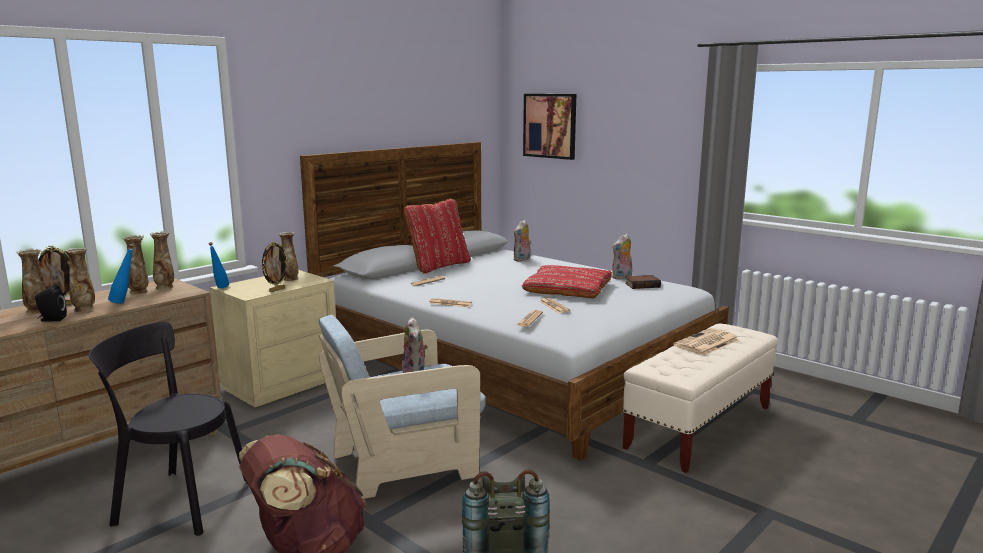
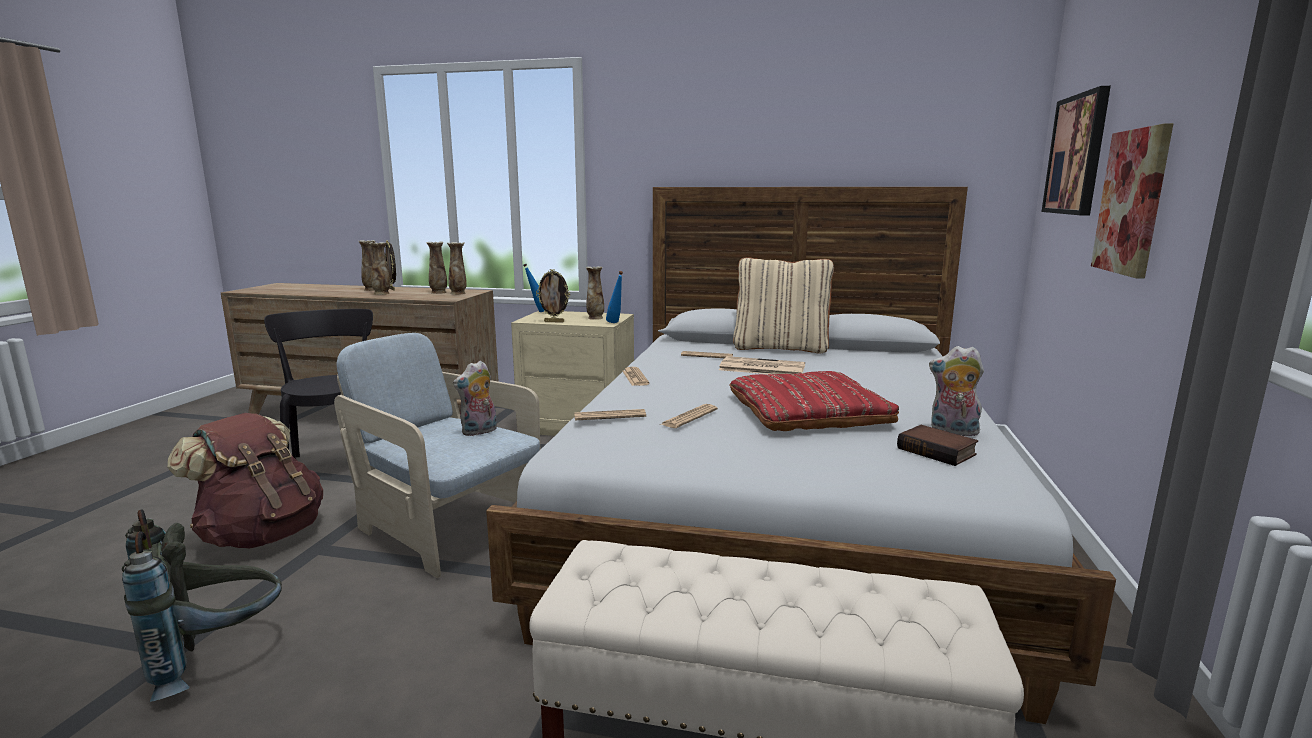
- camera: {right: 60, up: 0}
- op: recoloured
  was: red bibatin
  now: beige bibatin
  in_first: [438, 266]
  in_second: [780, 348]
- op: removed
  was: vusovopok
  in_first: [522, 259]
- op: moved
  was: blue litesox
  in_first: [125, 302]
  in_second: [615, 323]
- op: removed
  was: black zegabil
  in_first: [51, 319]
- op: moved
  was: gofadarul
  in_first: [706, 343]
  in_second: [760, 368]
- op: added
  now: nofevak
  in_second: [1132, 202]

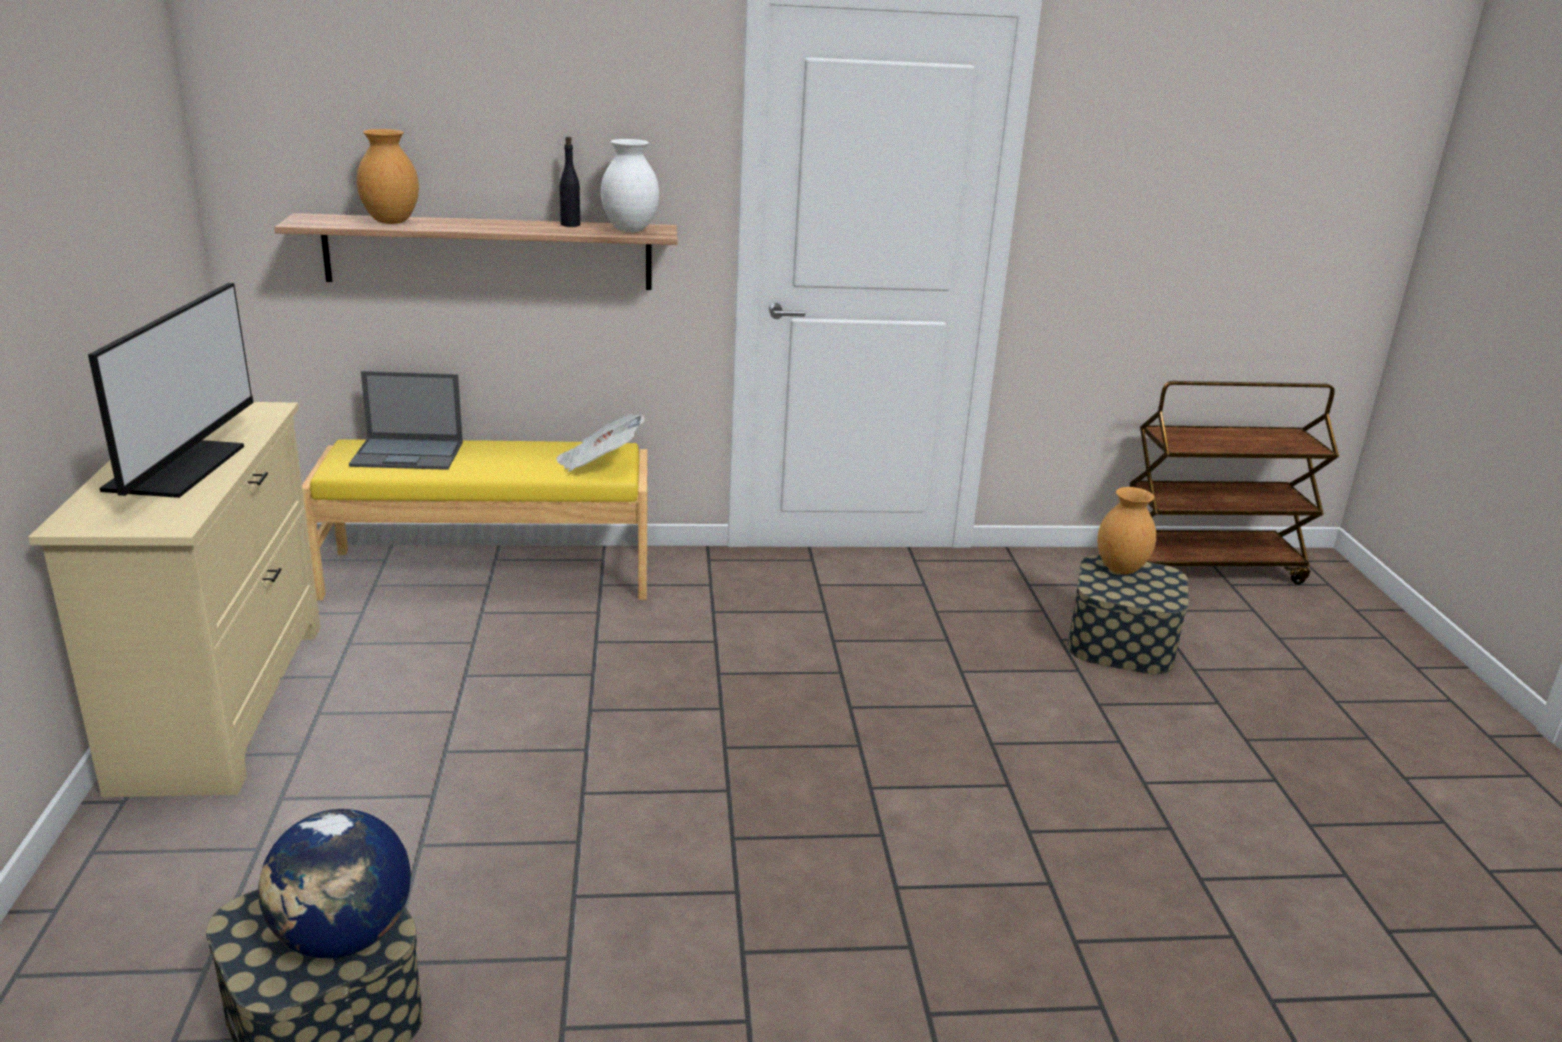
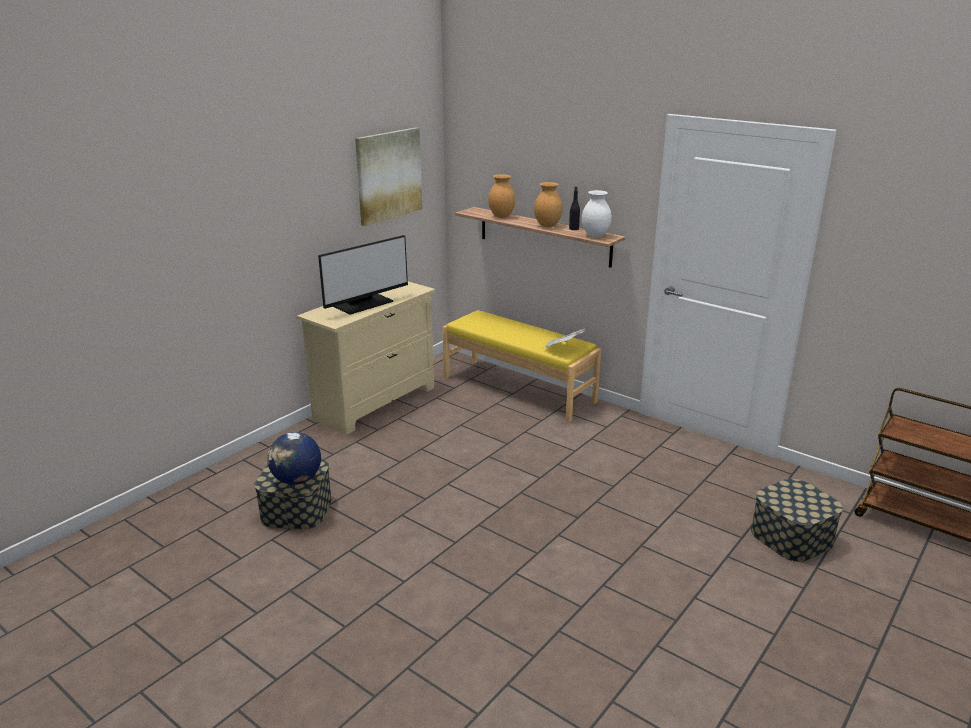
- camera: {right: 45, up: 0}
- op: removed
  was: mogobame
  in_first: [409, 454]
- op: moved
  was: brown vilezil
  in_first: [1119, 569]
  in_second: [547, 225]
- op: added
  now: nofevak
  in_second: [388, 175]

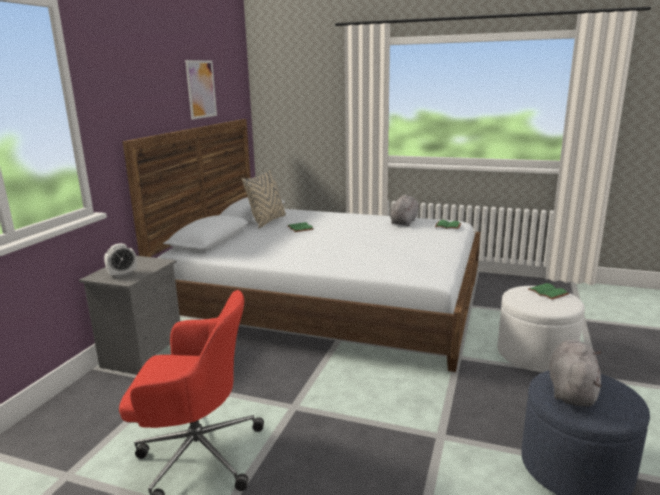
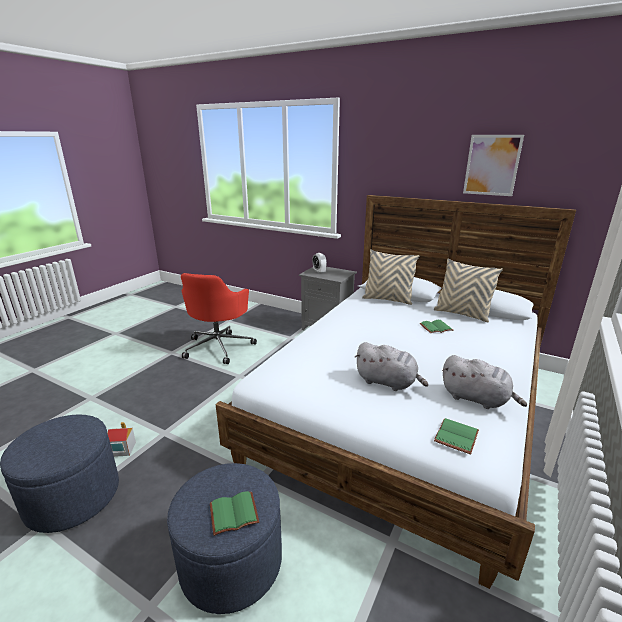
- camera: {right: 100, up: 5}
- op: recoloured
  was: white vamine
  now: blue vamine
  in_first: [535, 354]
  in_second: [231, 561]
- op: moved
  was: grey vusovopok
  in_first: [571, 390]
  in_second: [388, 382]
- op: added
  now: beige bibatin
  in_second: [387, 299]
- op: added
  now: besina
  in_second: [122, 449]

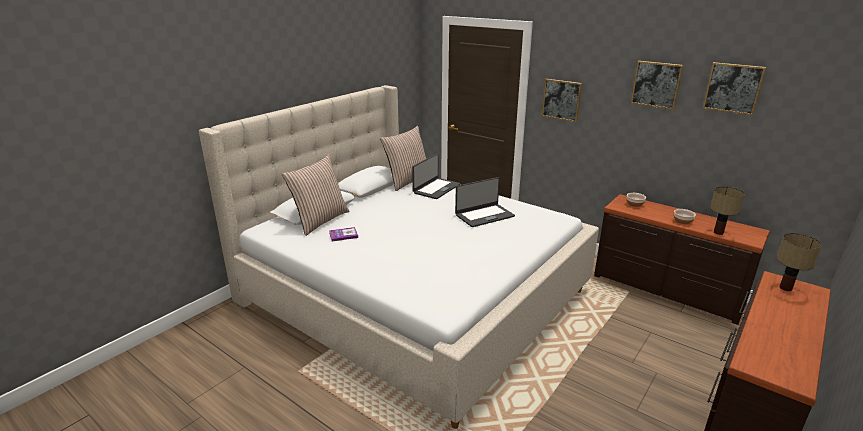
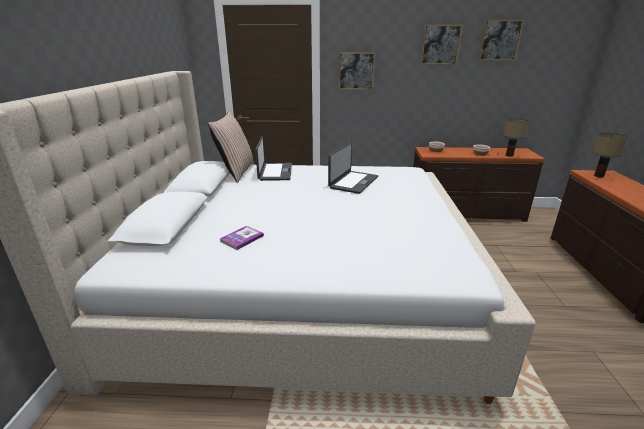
- camera: {right: -35, up: 0}
- op: removed
  was: bibatin
  in_first: [320, 220]

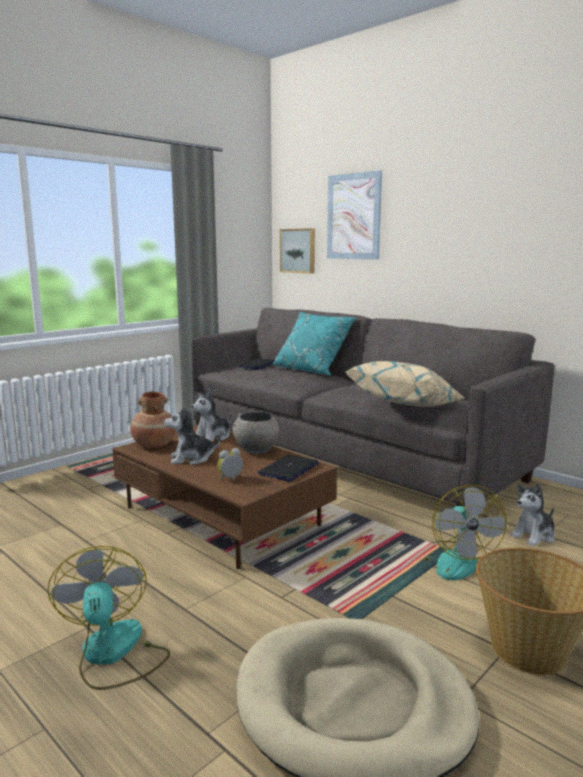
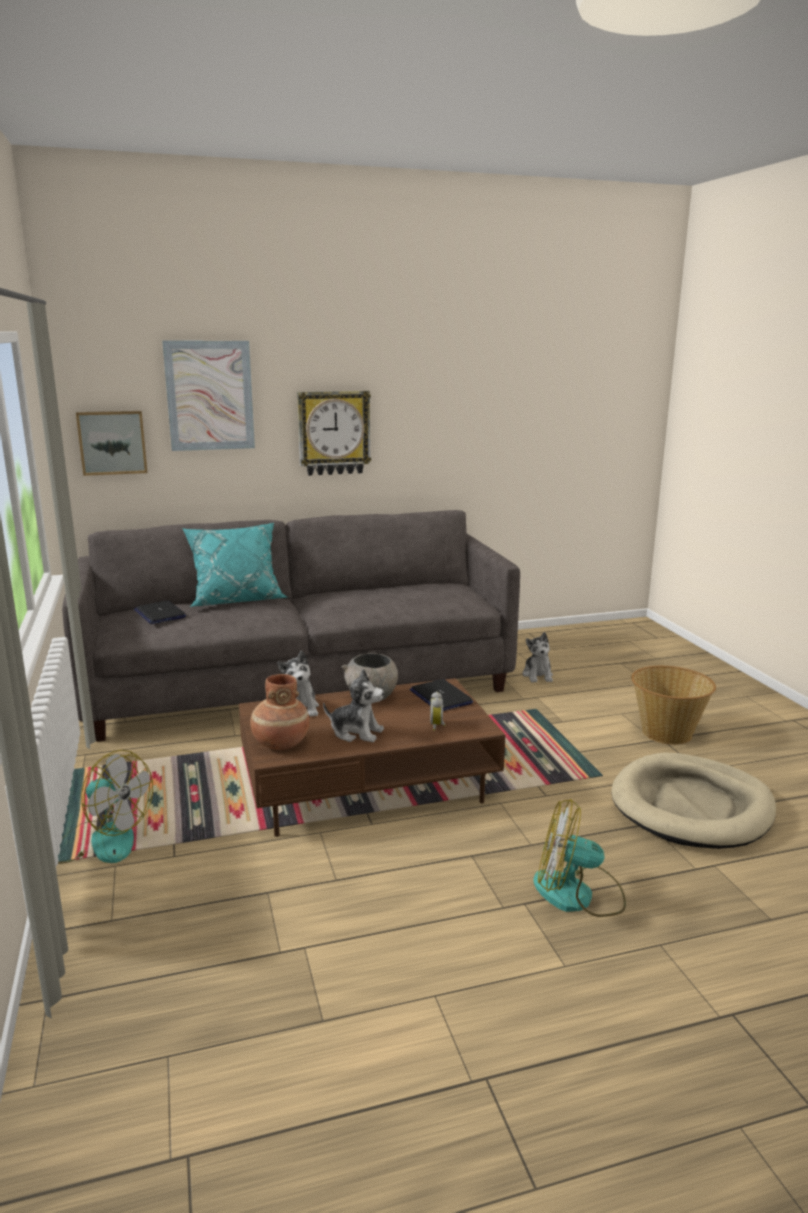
- camera: {right: -60, up: 5}
- op: removed
  was: beige bibatin
  in_first: [406, 406]
- op: turned
  was: vusovopok
  in_first: [191, 459]
  in_second: [356, 732]
  clockwise: -90
- op: moved
  was: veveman
  in_first: [452, 560]
  in_second: [103, 840]
- op: added
  now: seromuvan
  in_second: [334, 433]

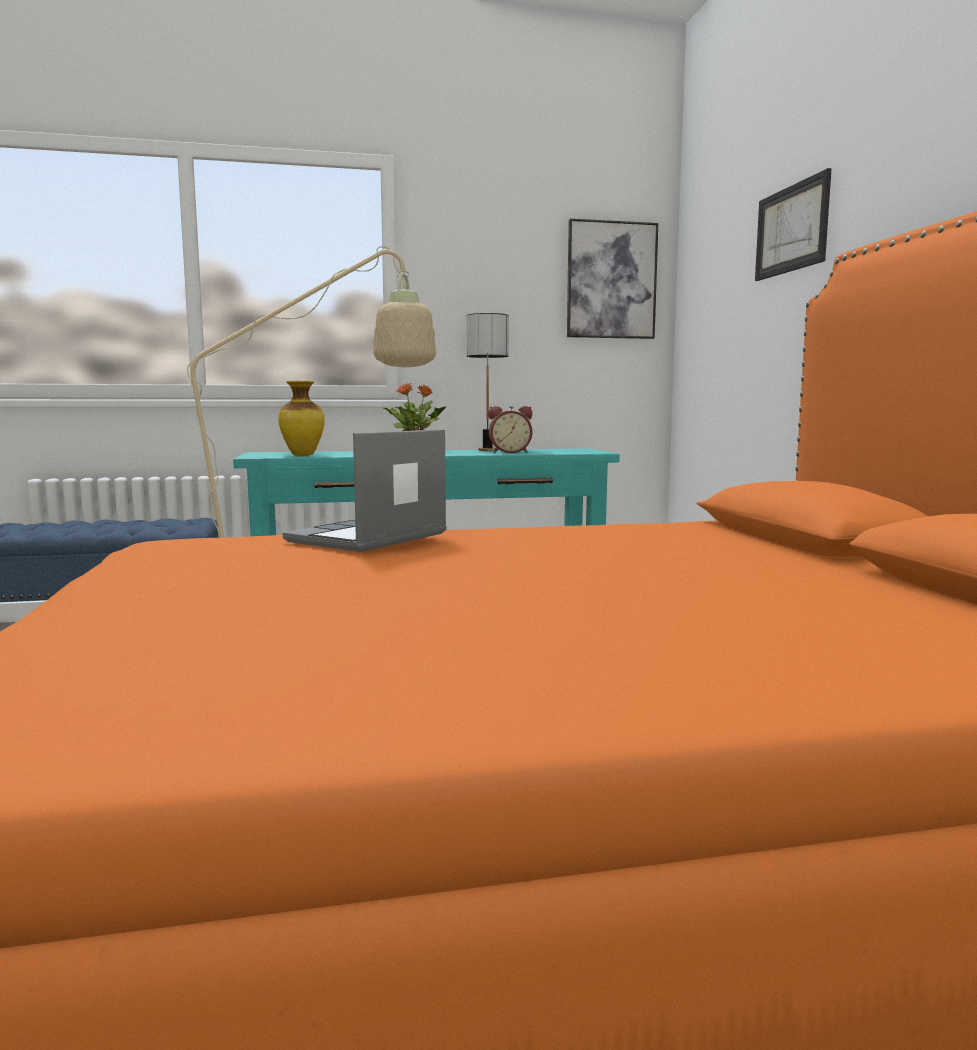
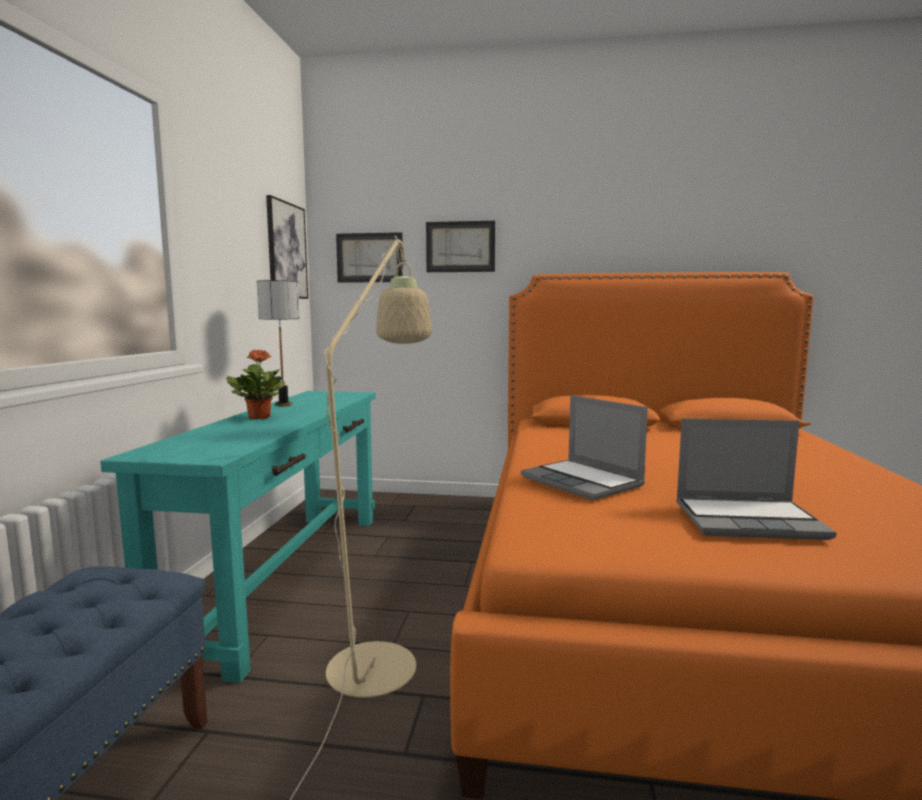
- camera: {right: -70, up: 0}
- op: removed
  was: vilezil
  in_first: [303, 455]
- op: removed
  was: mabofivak
  in_first: [509, 452]
- op: added
  now: nofevak
  in_second: [369, 258]
- op: added
  now: mogobame
  in_second: [749, 520]

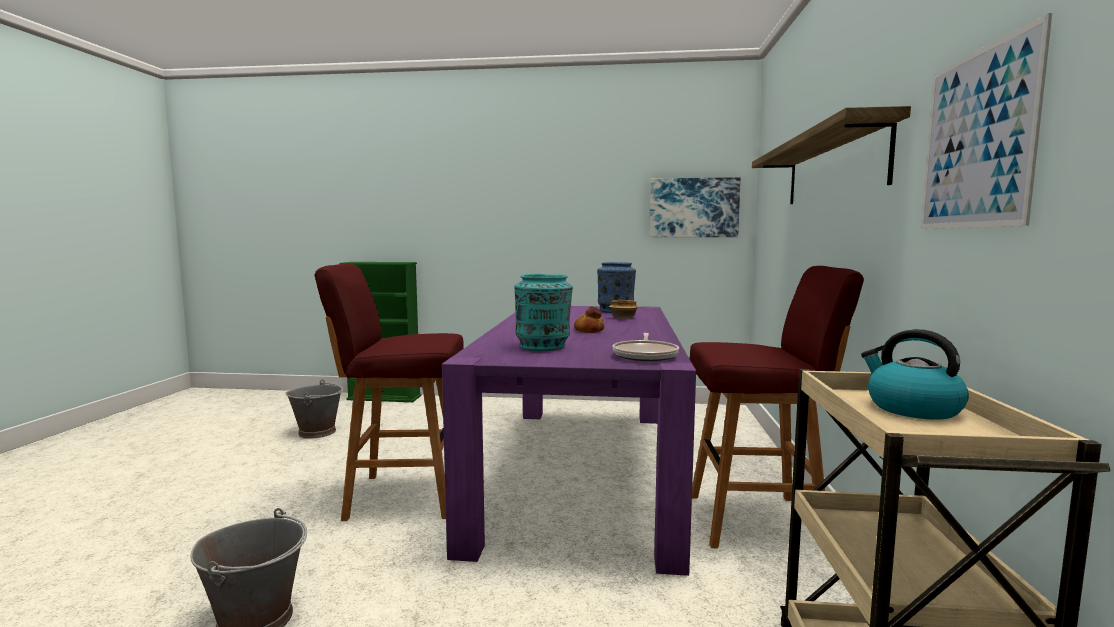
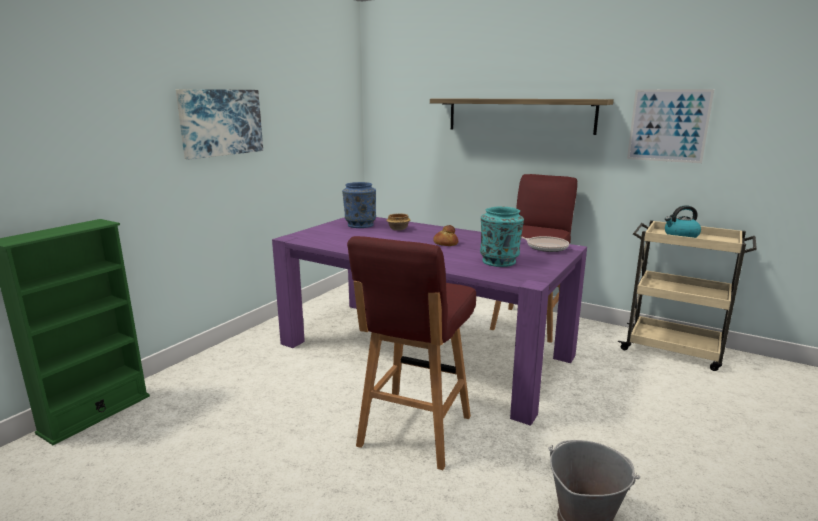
- camera: {right: -65, up: 10}
- op: moved
  was: nofevak
  in_first: [693, 208]
  in_second: [221, 122]
- op: removed
  was: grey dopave
  in_first: [317, 432]

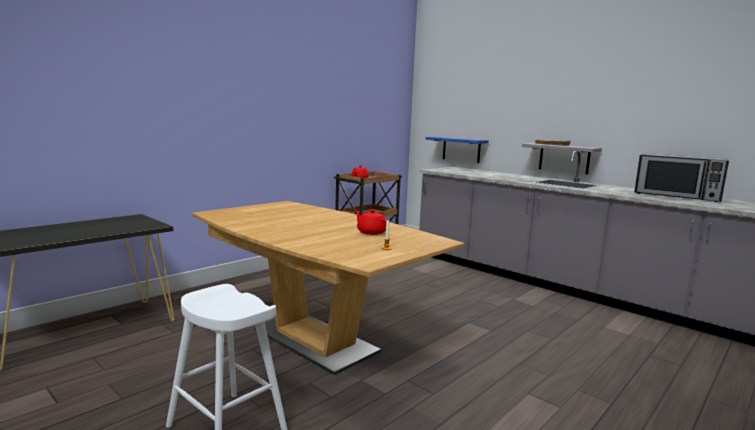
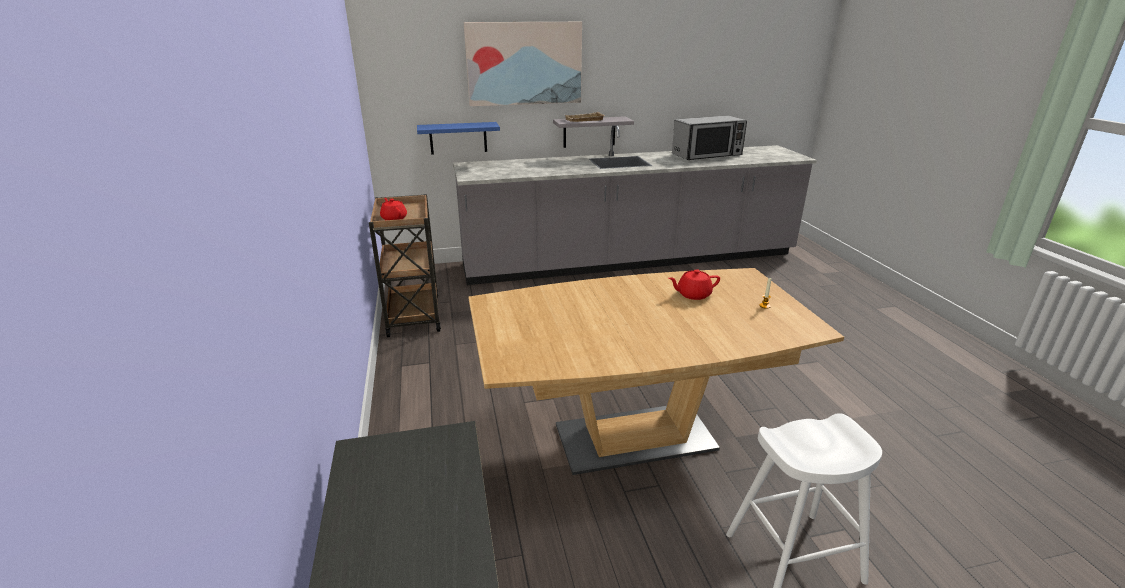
- camera: {right: -55, up: 15}
- op: added
  now: nofevak
  in_second: [524, 63]

